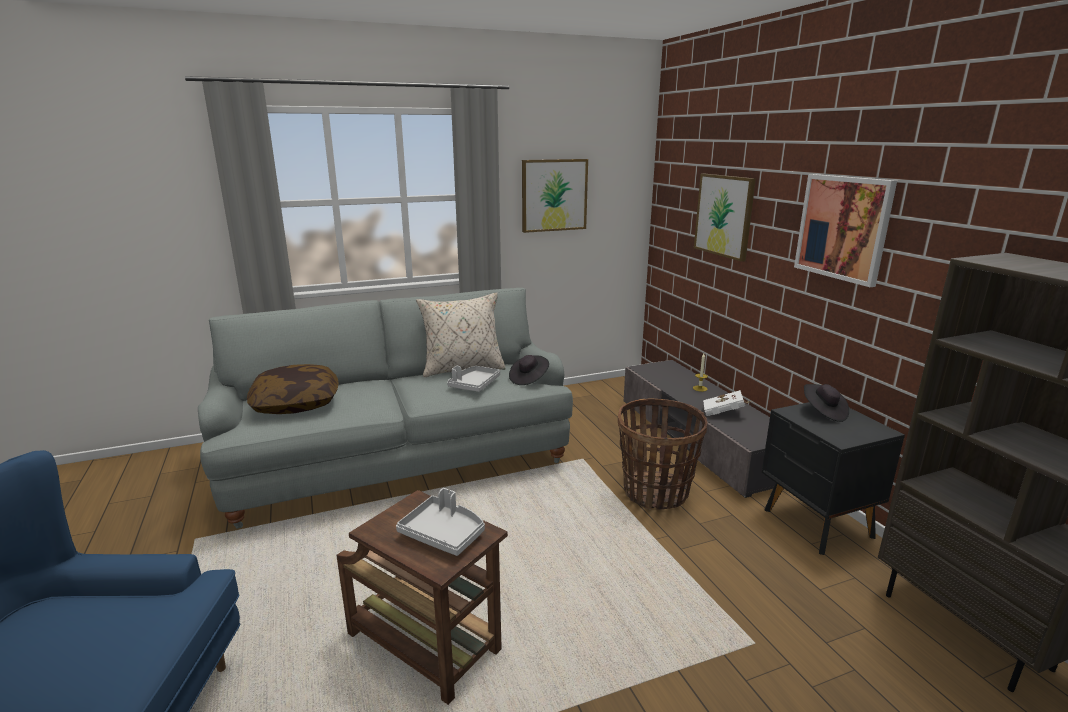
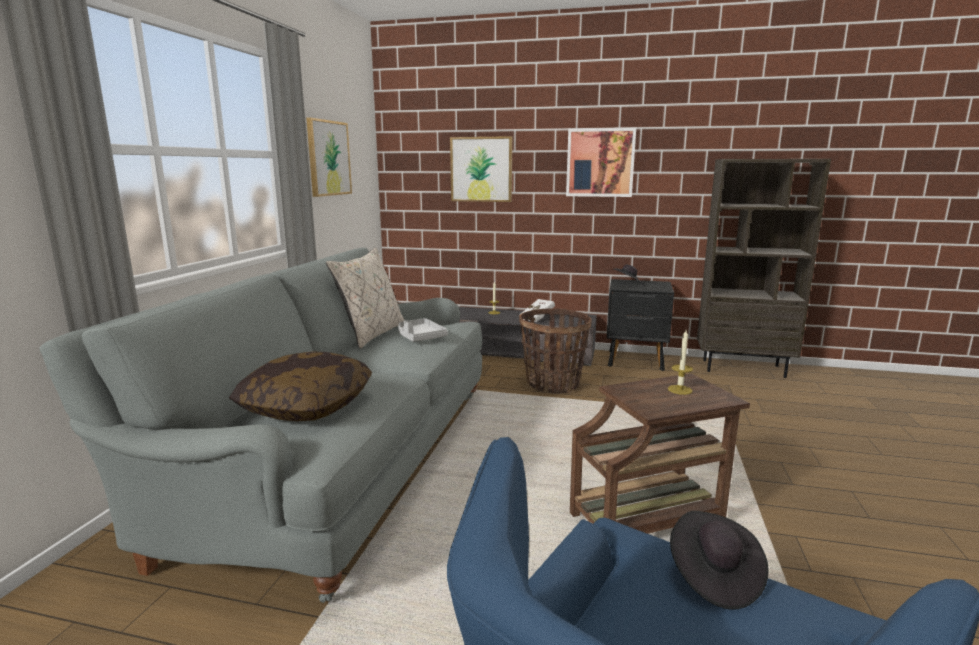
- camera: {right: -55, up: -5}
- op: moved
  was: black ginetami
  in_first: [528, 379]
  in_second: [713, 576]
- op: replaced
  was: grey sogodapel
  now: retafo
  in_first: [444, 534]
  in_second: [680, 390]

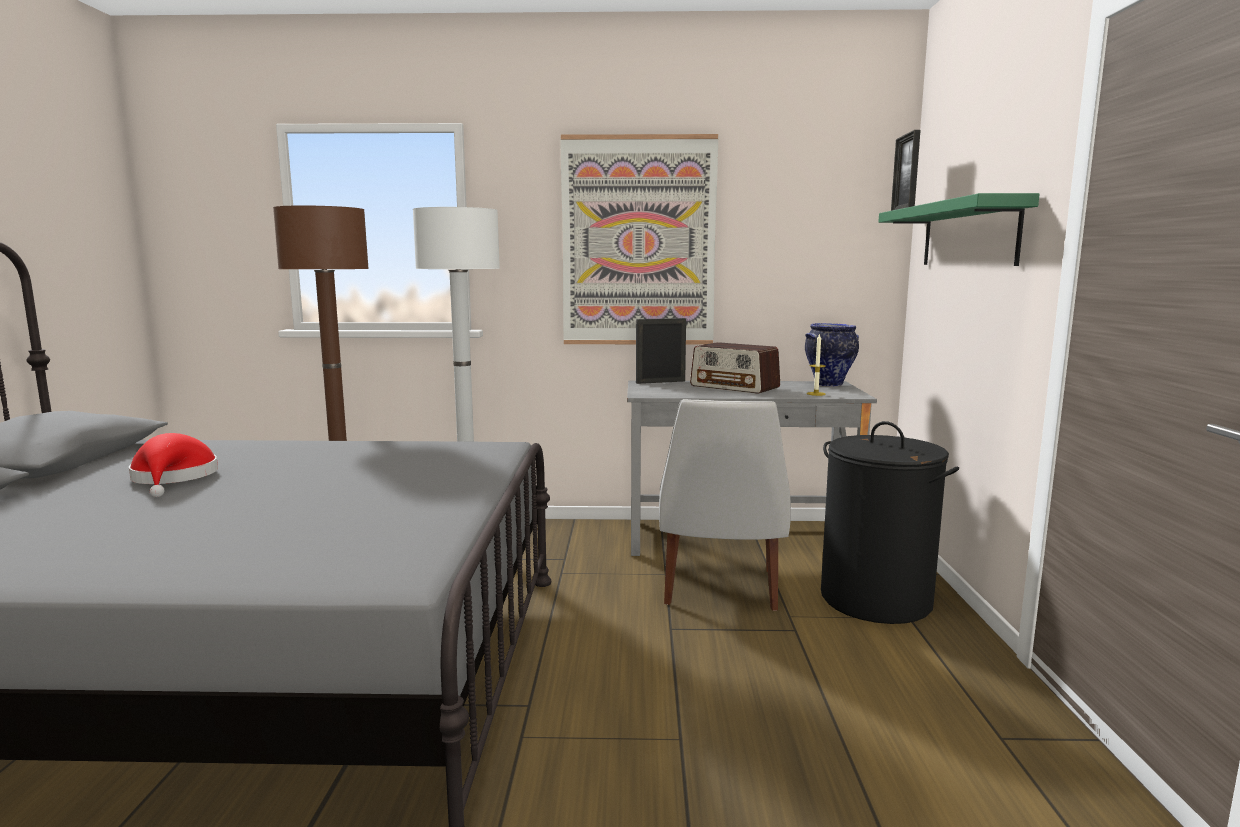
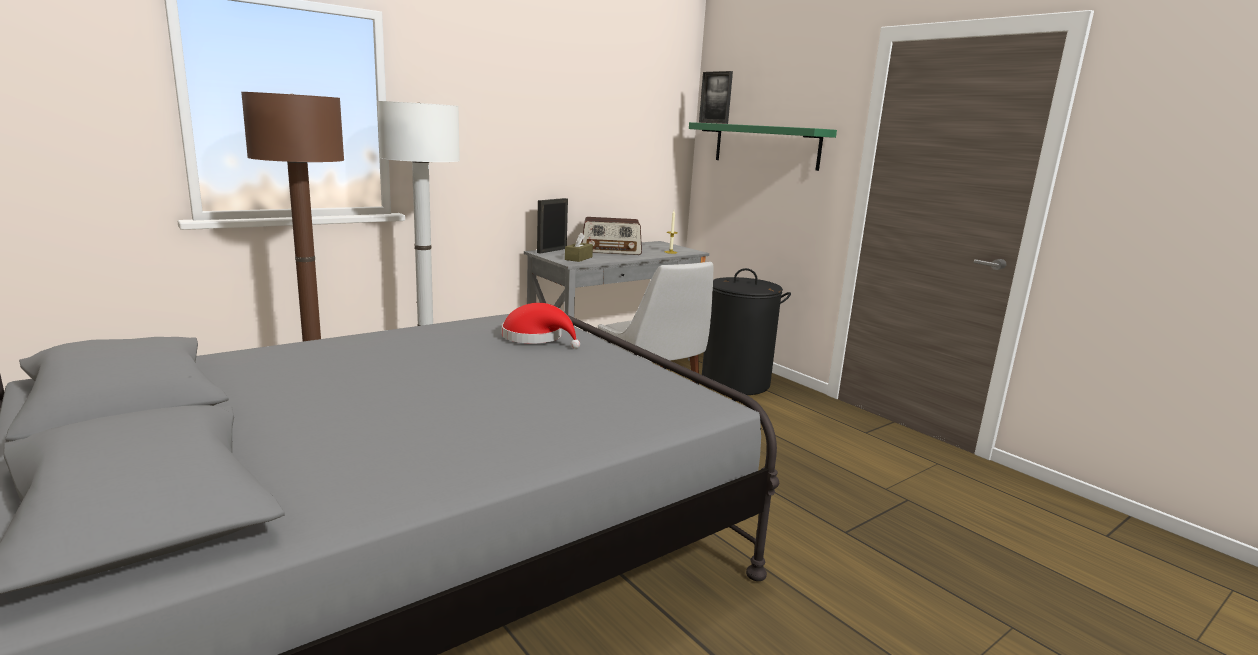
- camera: {right: -40, up: 5}
- op: removed
  was: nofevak
  in_first: [638, 242]
- op: removed
  was: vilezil
  in_first: [829, 384]
- op: moved
  was: red ginetami
  in_first: [174, 478]
  in_second: [536, 338]
- op: added
  now: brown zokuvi
  in_second: [578, 258]

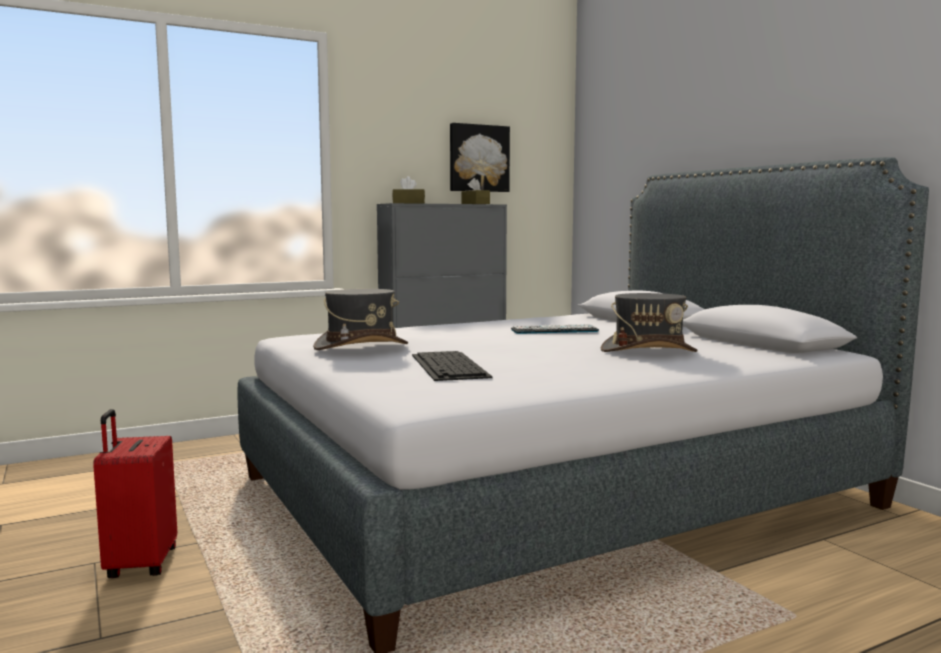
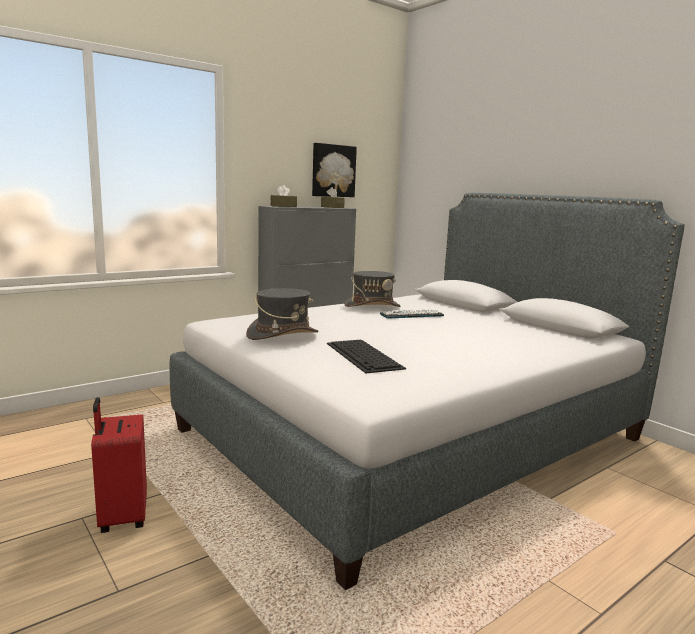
- camera: {right: -10, up: 5}
- op: moved
  was: grey ginetami
  in_first: [648, 351]
  in_second: [372, 306]

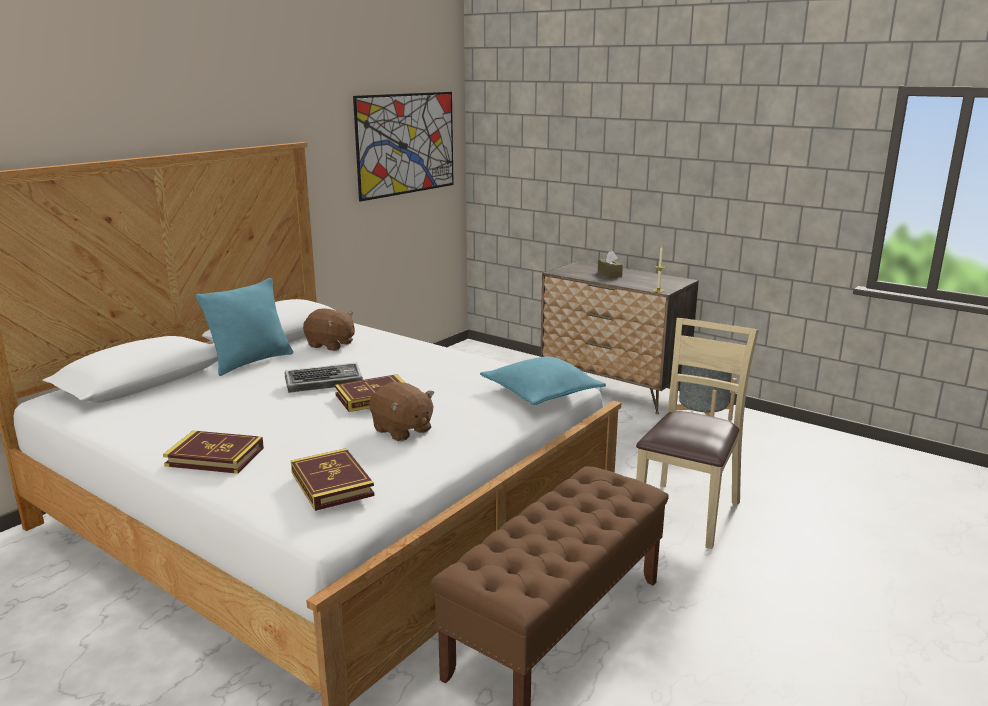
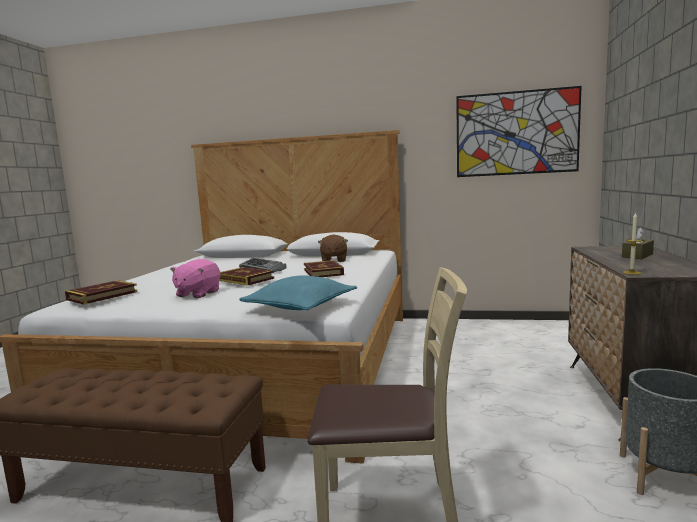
- camera: {right: 65, up: -10}
- op: removed
  was: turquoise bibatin
  in_first: [251, 362]
- op: recoloured
  was: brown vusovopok
  now: pink vusovopok
  in_first: [402, 430]
  in_second: [197, 294]
- op: moved
  was: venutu
  in_first: [215, 457]
  in_second: [323, 272]

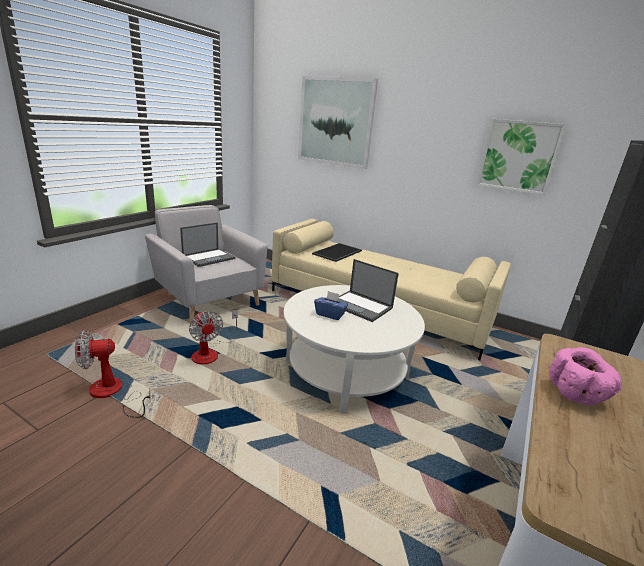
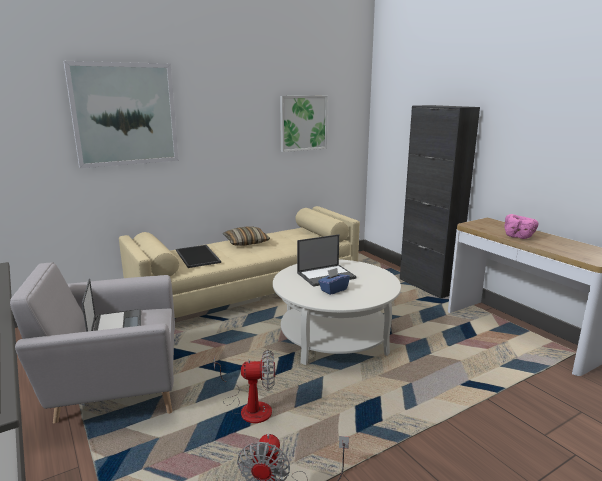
- camera: {right: -60, up: -5}
- op: added
  now: bibatin
  in_second: [246, 242]

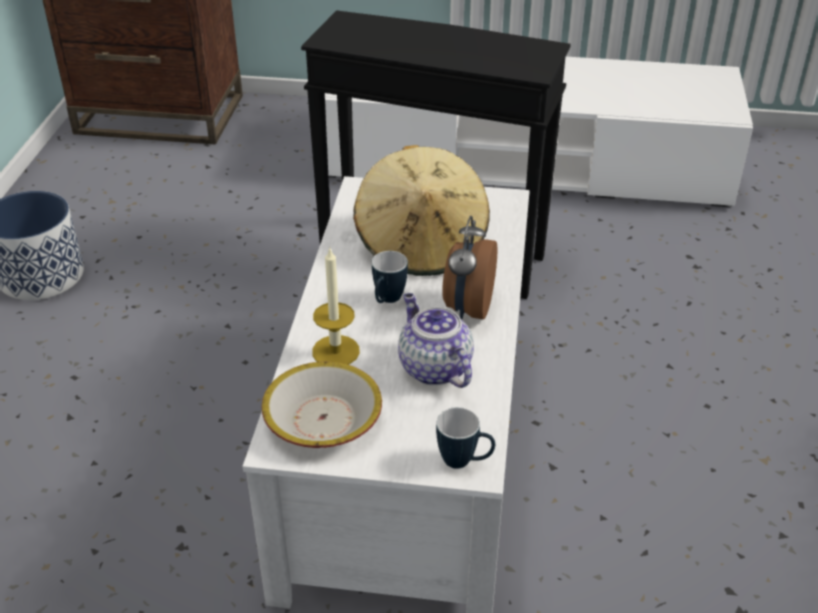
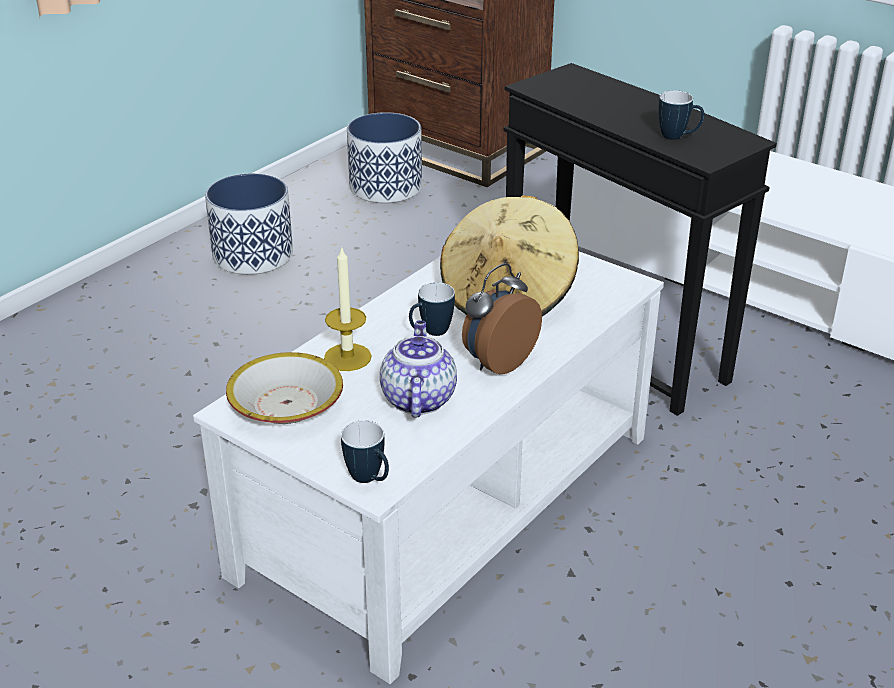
- camera: {right: 30, up: -5}
- op: added
  now: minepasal
  in_second: [678, 137]
- op: added
  now: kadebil
  in_second: [386, 188]

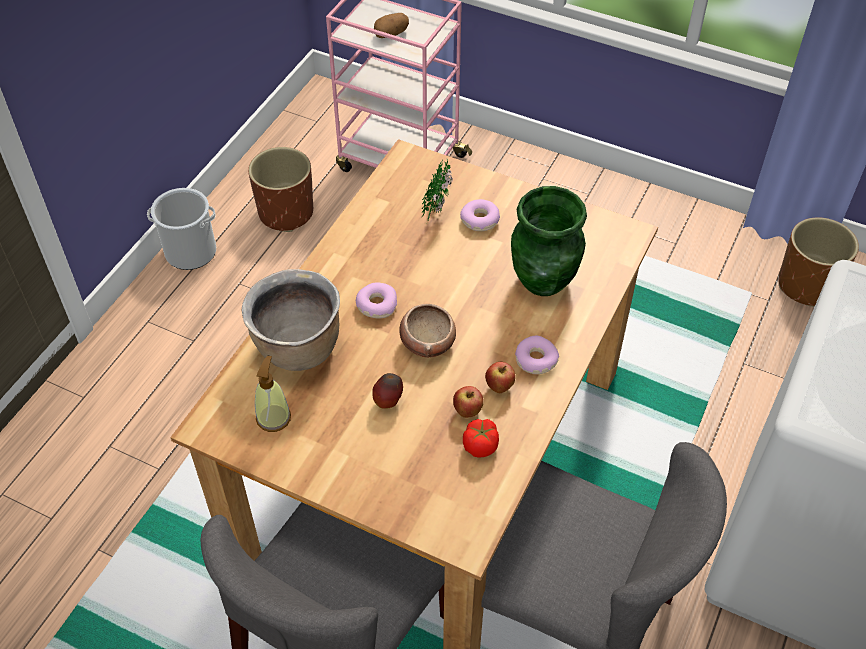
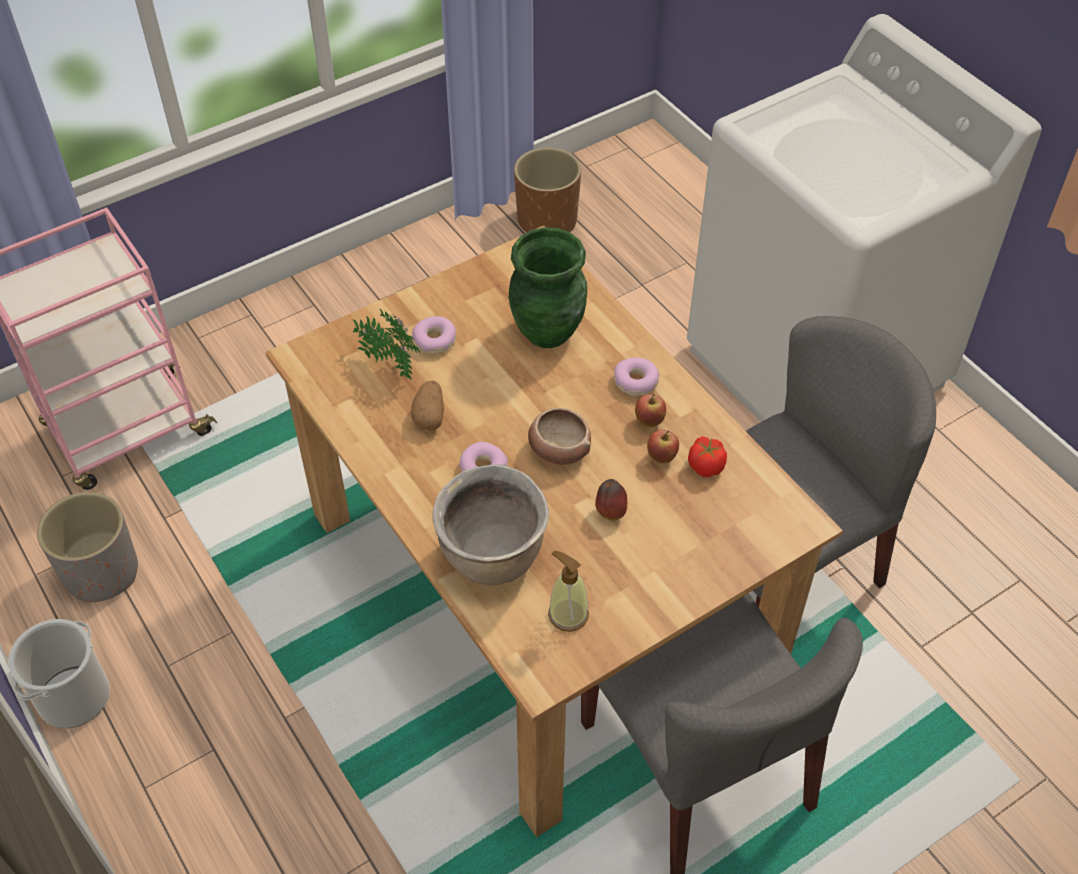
- camera: {right: -60, up: 0}
- op: moved
  was: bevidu
  in_first: [391, 34]
  in_second: [430, 415]
- op: recoloured
  was: brown kadebil
  now: grey kadebil
  in_first: [286, 212]
  in_second: [101, 572]

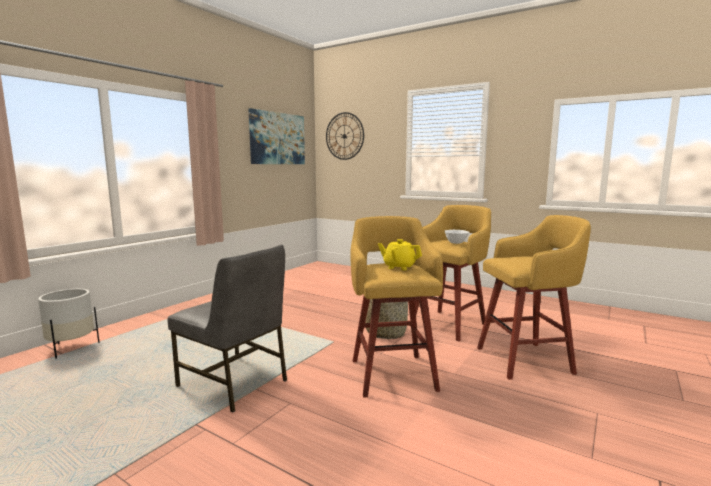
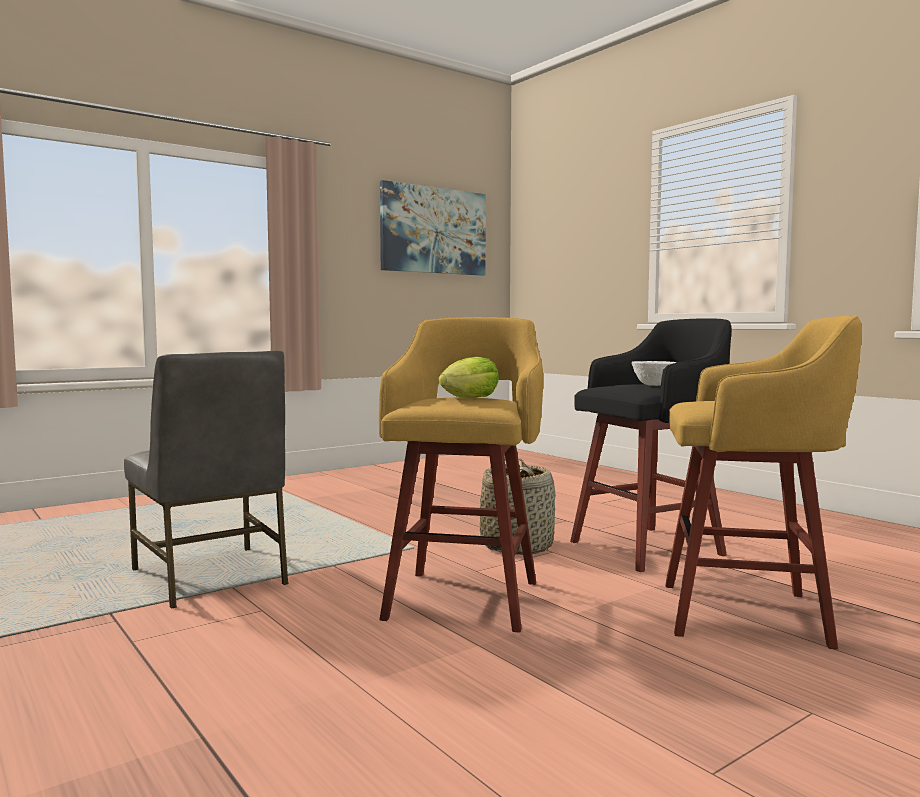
- camera: {right: 20, up: -5}
- op: removed
  was: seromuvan
  in_first: [344, 136]
- op: recoloured
  was: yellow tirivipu
  now: black tirivipu
  in_first: [449, 324]
  in_second: [650, 548]
- op: replaced
  was: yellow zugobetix
  now: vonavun
  in_first: [399, 267]
  in_second: [469, 398]
- op: removed
  was: white kadebil
  in_first: [71, 348]

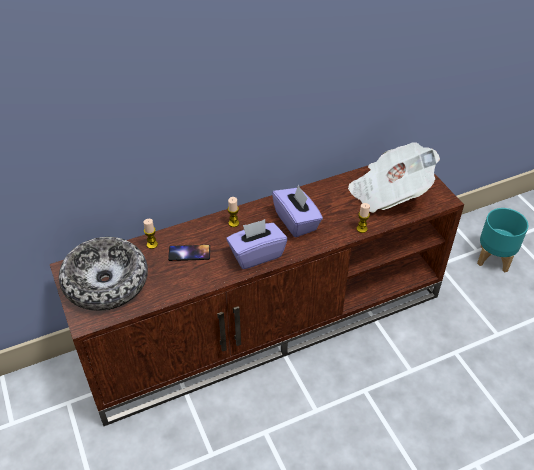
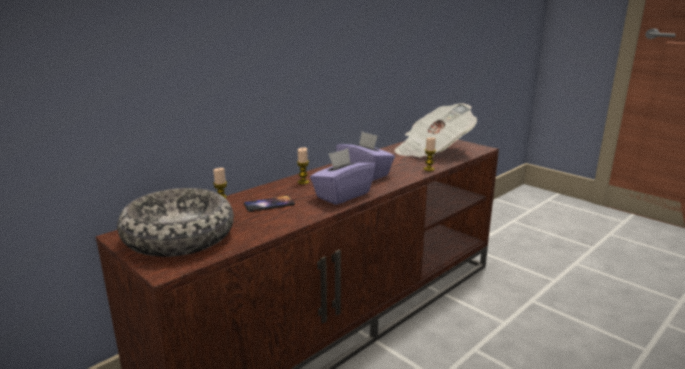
- camera: {right: -20, up: -25}
- op: removed
  was: turquoise kadebil
  in_first: [494, 258]

